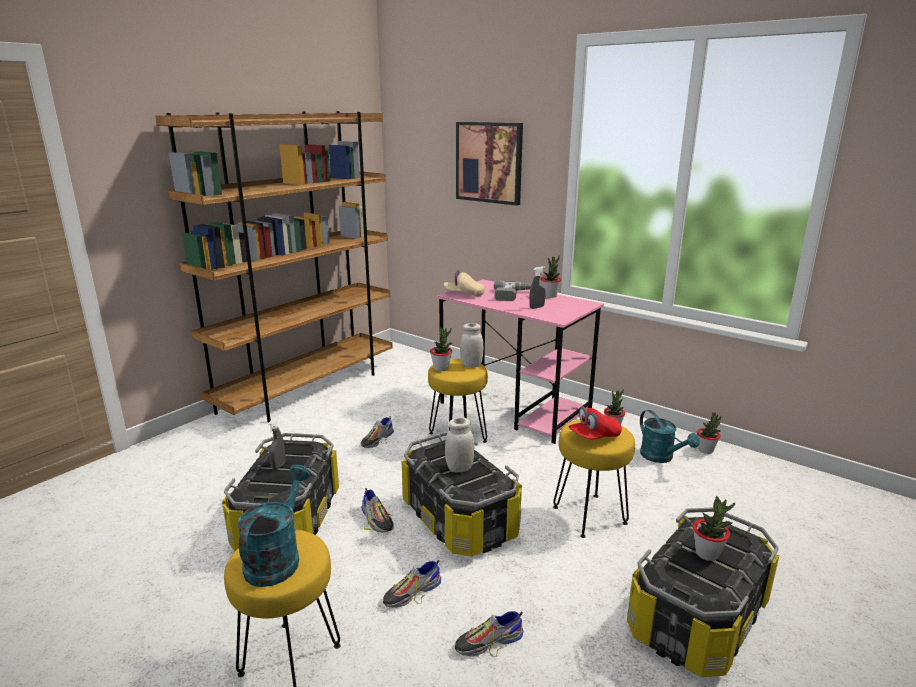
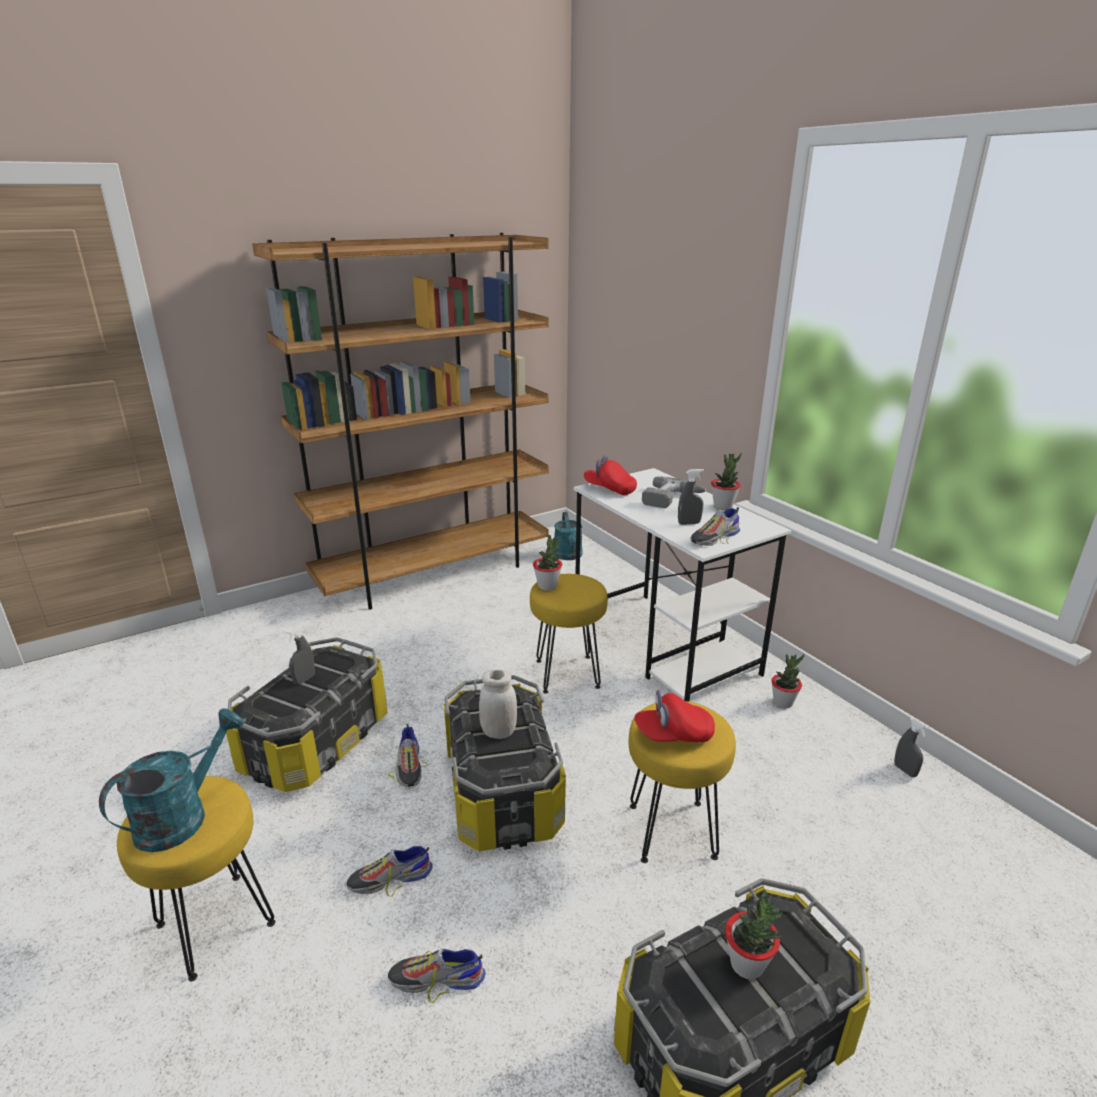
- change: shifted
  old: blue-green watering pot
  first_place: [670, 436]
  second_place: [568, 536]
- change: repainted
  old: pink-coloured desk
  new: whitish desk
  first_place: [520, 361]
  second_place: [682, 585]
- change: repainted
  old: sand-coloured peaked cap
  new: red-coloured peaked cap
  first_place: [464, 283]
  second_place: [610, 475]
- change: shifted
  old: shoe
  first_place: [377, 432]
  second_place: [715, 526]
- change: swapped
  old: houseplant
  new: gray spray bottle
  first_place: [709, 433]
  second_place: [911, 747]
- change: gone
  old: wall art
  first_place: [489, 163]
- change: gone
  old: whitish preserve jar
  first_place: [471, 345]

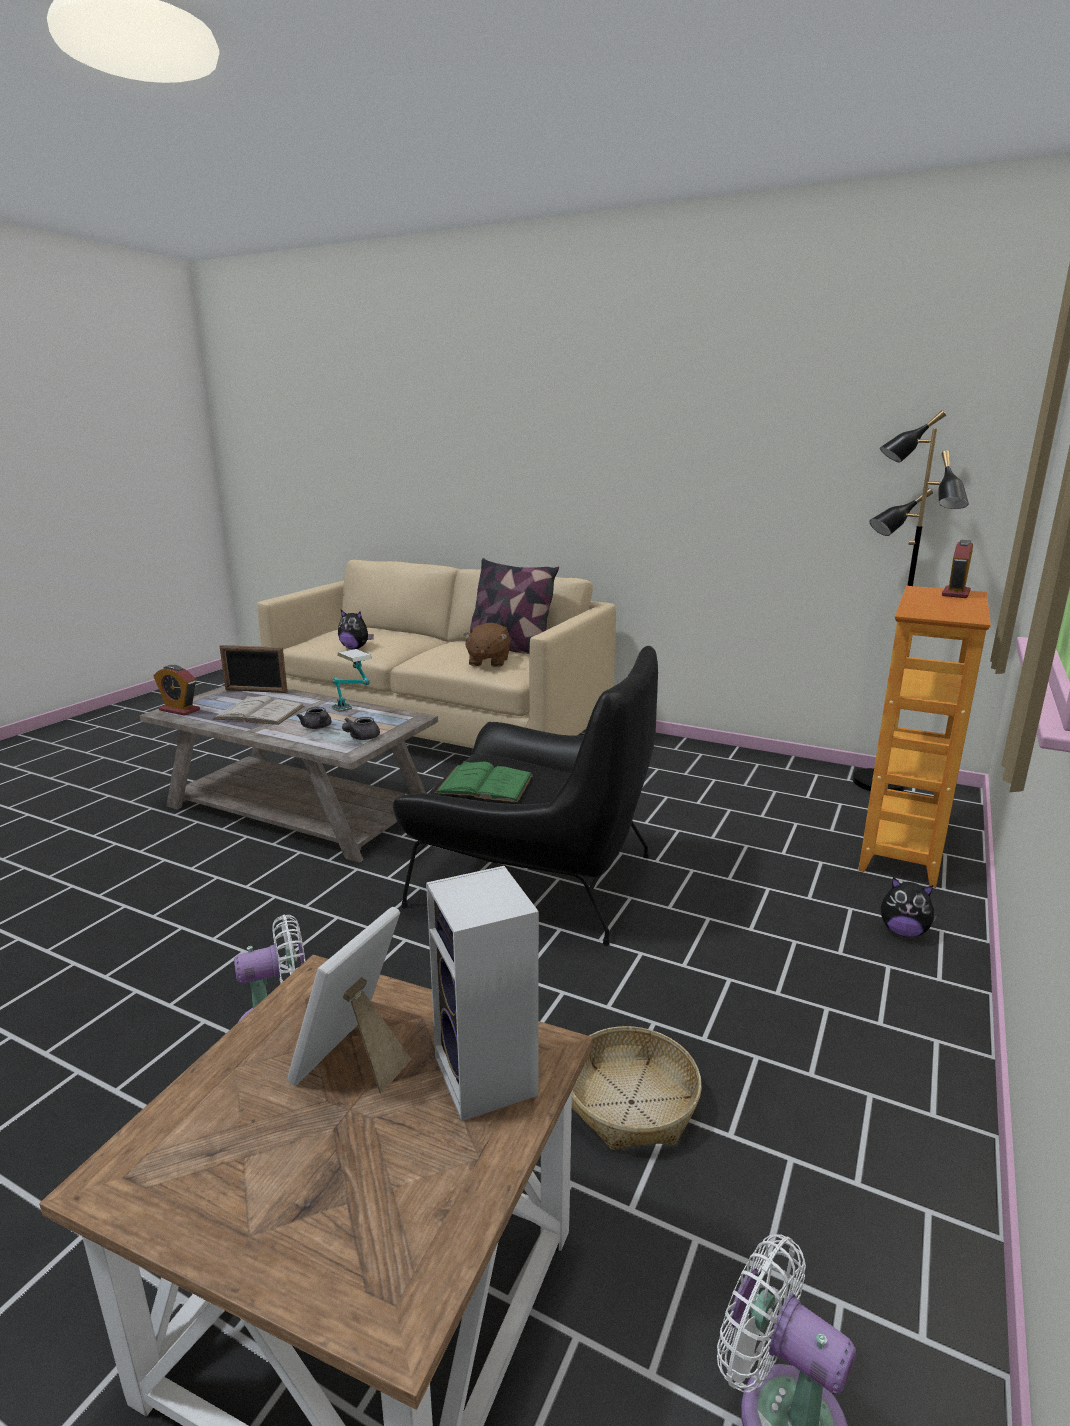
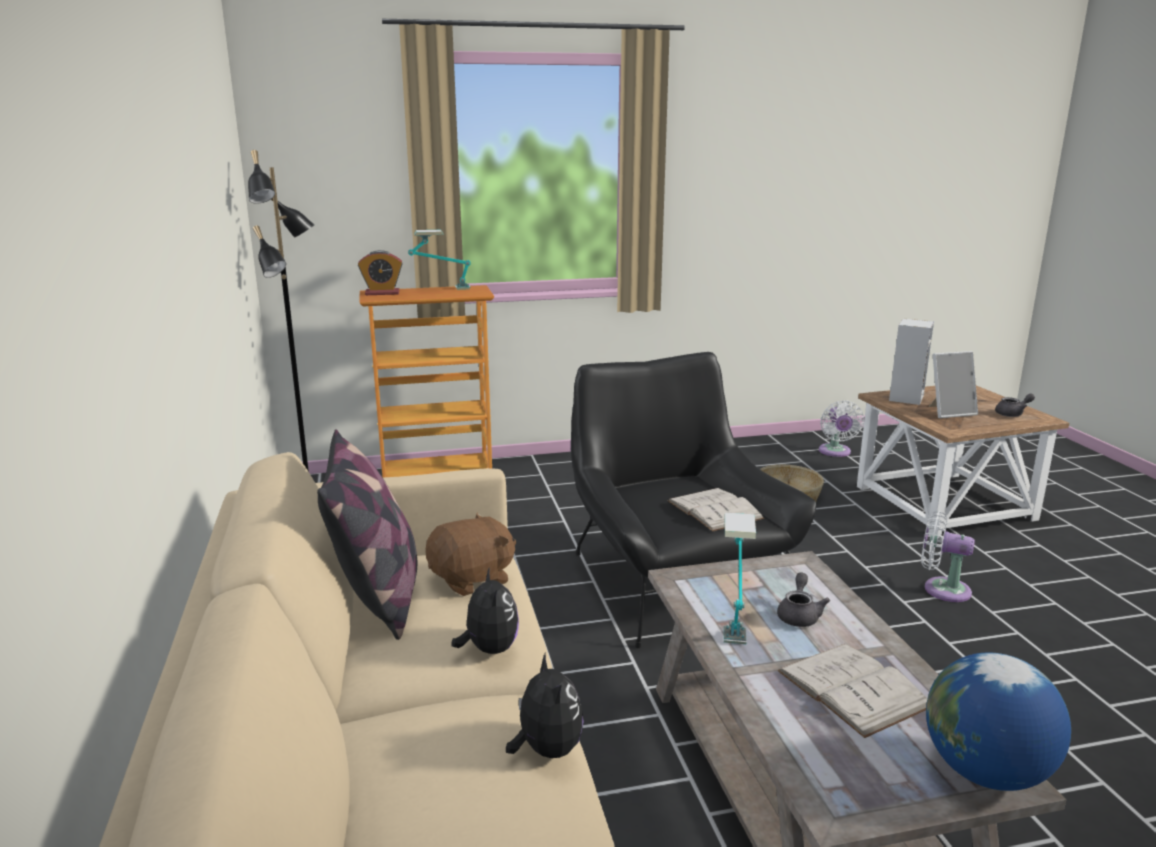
- change: new
  new: lamp for a table
  second_place: [439, 260]
- change: shifted
  old: plush toy
  first_place: [909, 907]
  second_place: [485, 610]
- change: repainted
  old: green-coloured bound book
  new: whitish bound book
  first_place: [483, 782]
  second_place: [716, 510]
- change: swapped
  old: alarm clock
  new: desk globe
  first_place: [177, 690]
  second_place: [998, 721]
- change: shifted
  old: gray teapot
  first_place: [361, 728]
  second_place: [1015, 405]
- change: gone
  old: standing frame
  first_place: [254, 669]

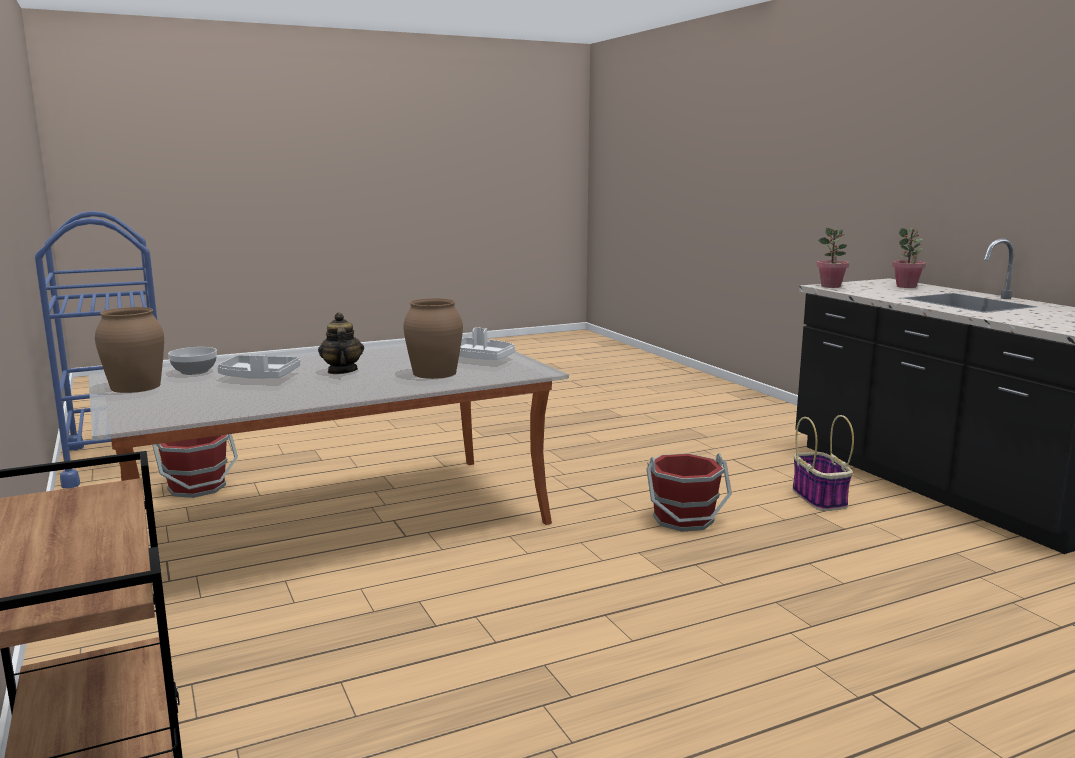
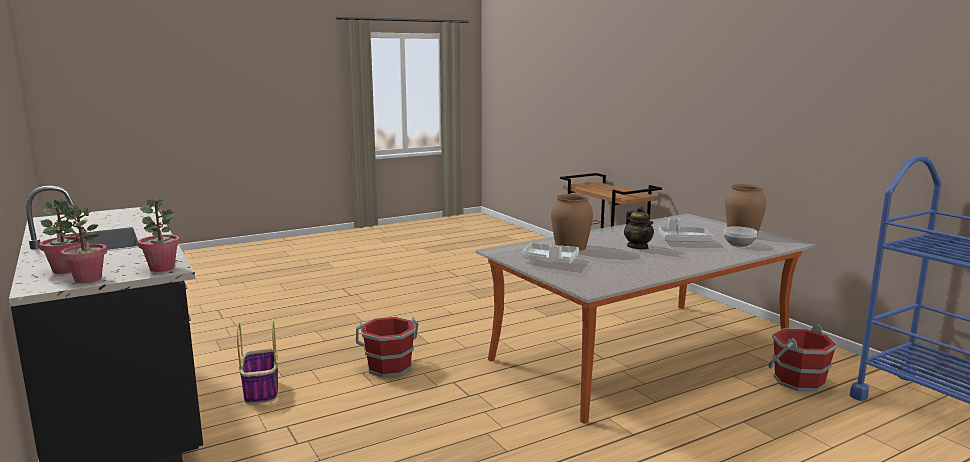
- change: new
  new: houseplant
  second_place: [81, 244]

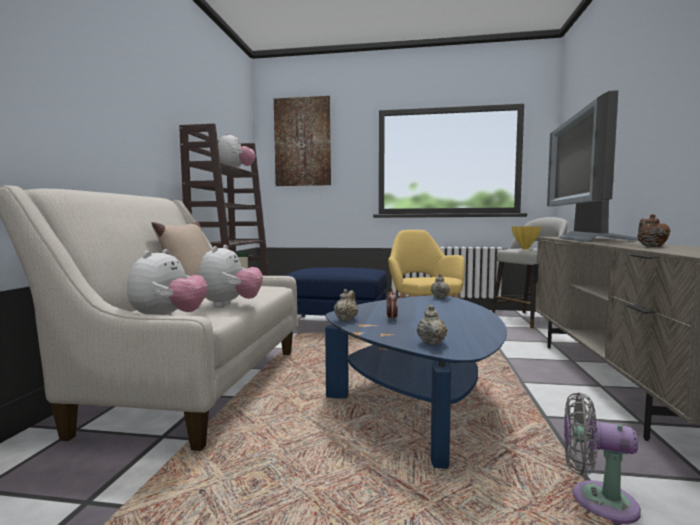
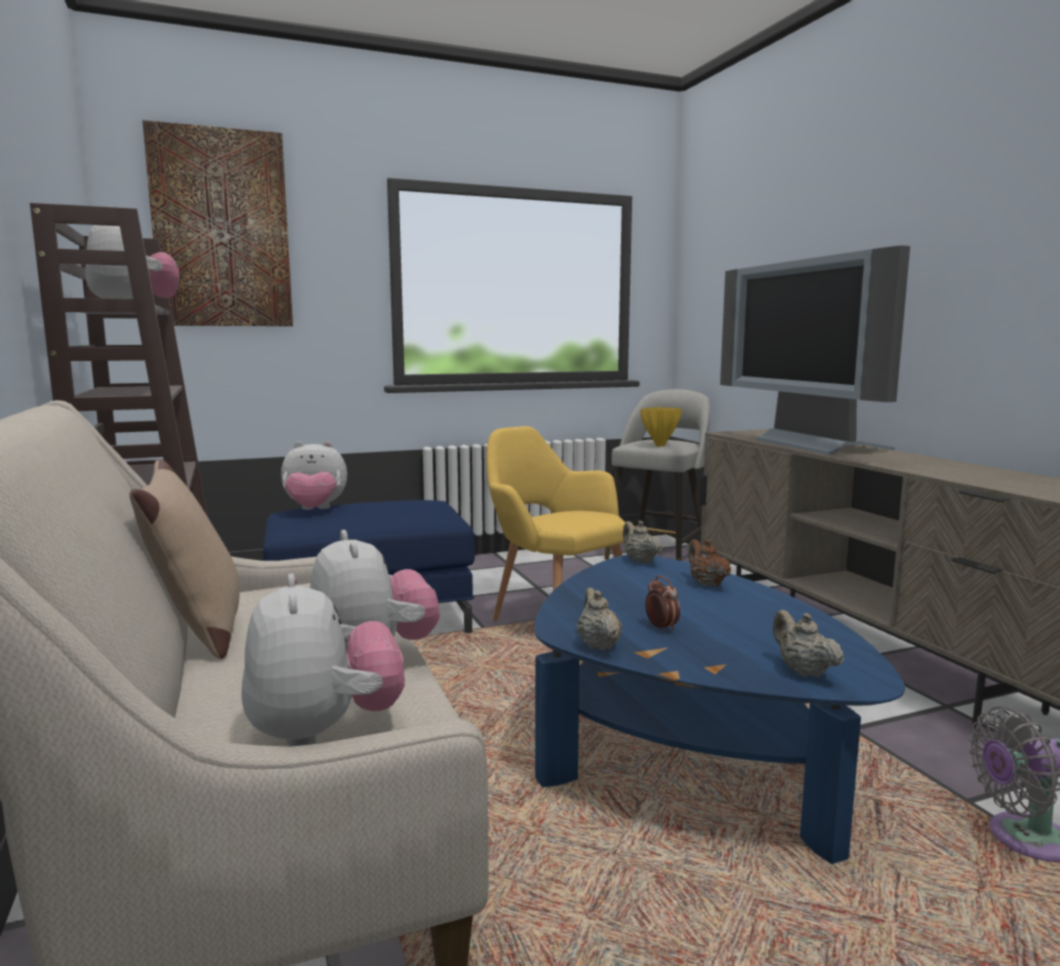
- change: new
  new: plush toy
  second_place: [314, 475]
- change: shifted
  old: brown teapot
  first_place: [654, 230]
  second_place: [709, 563]

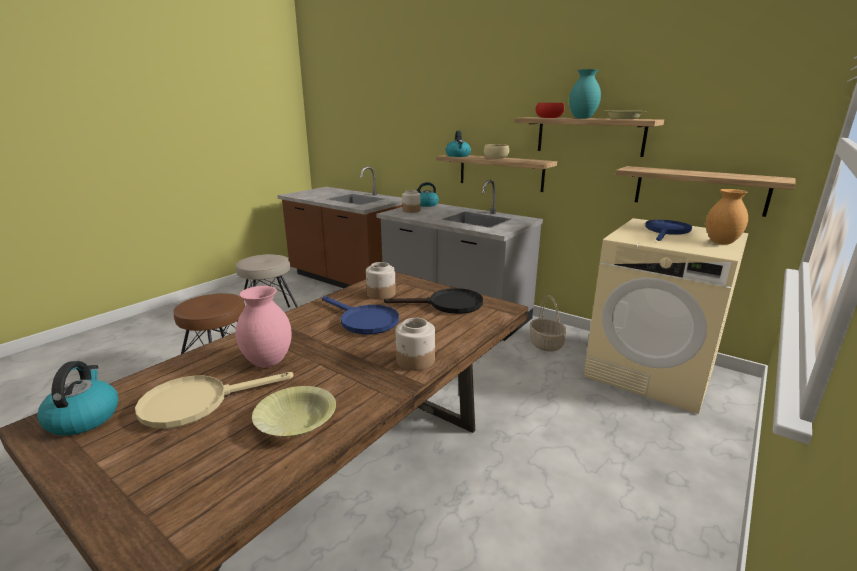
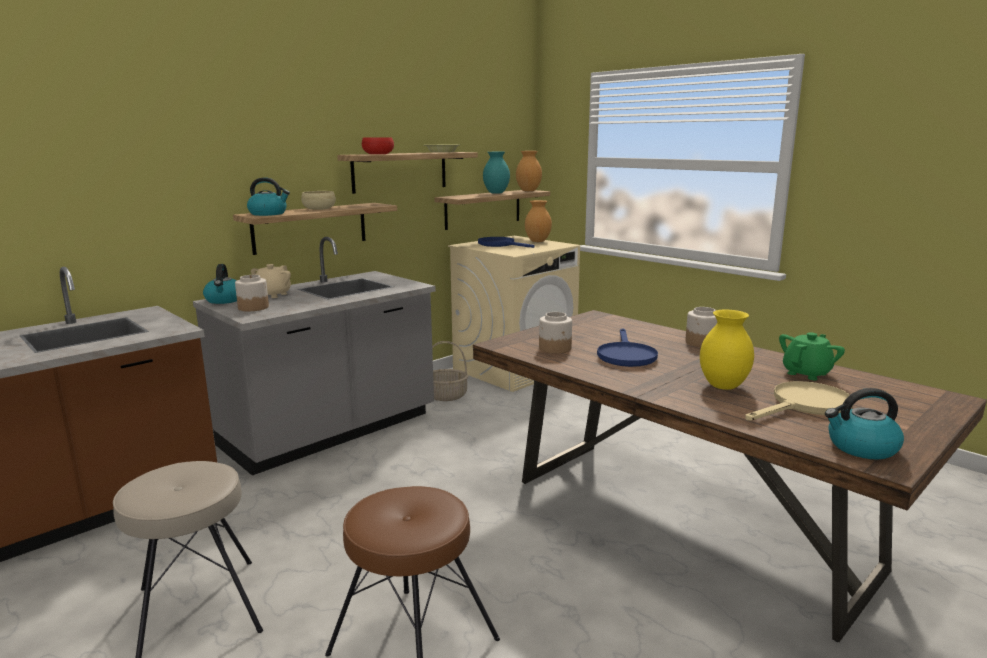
- change: new
  new: sand-coloured teapot
  second_place: [271, 281]
- change: shifted
  old: blue-green vase
  first_place: [585, 93]
  second_place: [496, 173]
- change: new
  new: brown vase
  second_place: [529, 171]
- change: rotated
  old: bluish pan
  first_place: [360, 315]
  second_place: [627, 347]
  degrees: 135
- change: repainted
  old: pink-coloured vase
  new: yellow-coloured vase
  first_place: [264, 326]
  second_place: [727, 350]
- change: rotated
  old: sand-coloured pan
  first_place: [214, 400]
  second_place: [799, 401]
  degrees: -105
- change: swapped
  old: yellow-coloured bowl
  new: green-coloured teapot
  first_place: [294, 411]
  second_place: [812, 356]
- change: gone
  old: black-coloured pan
  first_place: [433, 301]

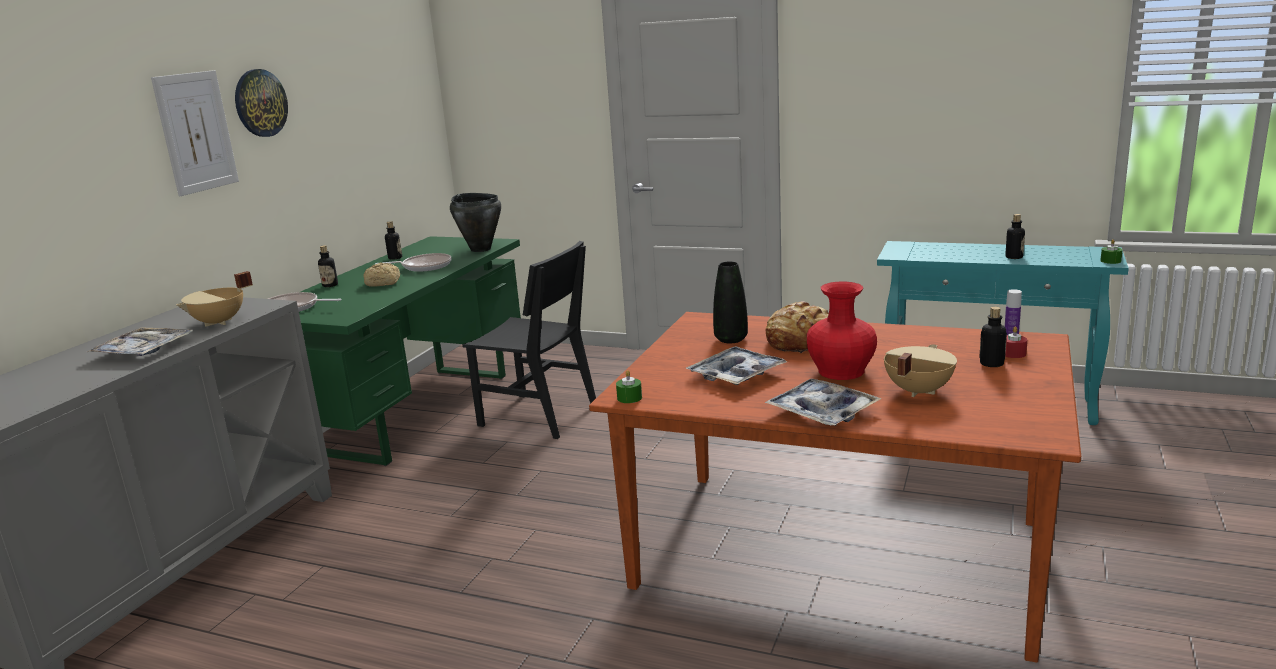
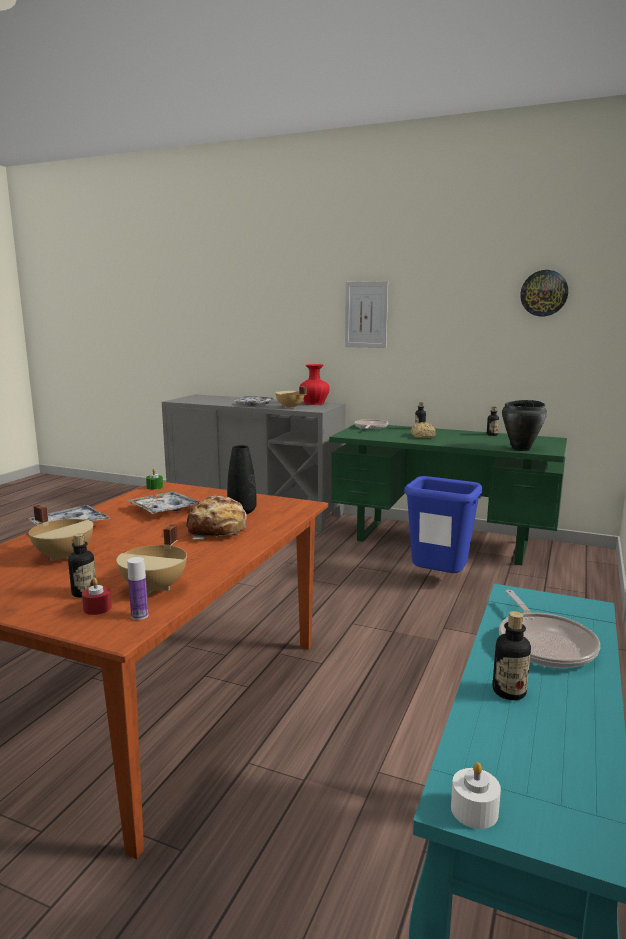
- change: new
  new: sand-coloured stockpot
  second_place: [151, 560]
- change: shifted
  old: red-coloured vase
  first_place: [842, 330]
  second_place: [314, 384]
- change: swapped
  old: black-coloured plain chair
  new: bluish waste bin
  first_place: [529, 340]
  second_place: [443, 524]
- change: repainted
  old: green-coloured candle
  new: whitish candle
  first_place: [1111, 251]
  second_place: [476, 795]
- change: shifted
  old: pan
  first_place: [413, 262]
  second_place: [549, 629]
- change: shifted
  old: clock on the wall
  first_place: [261, 103]
  second_place: [544, 293]

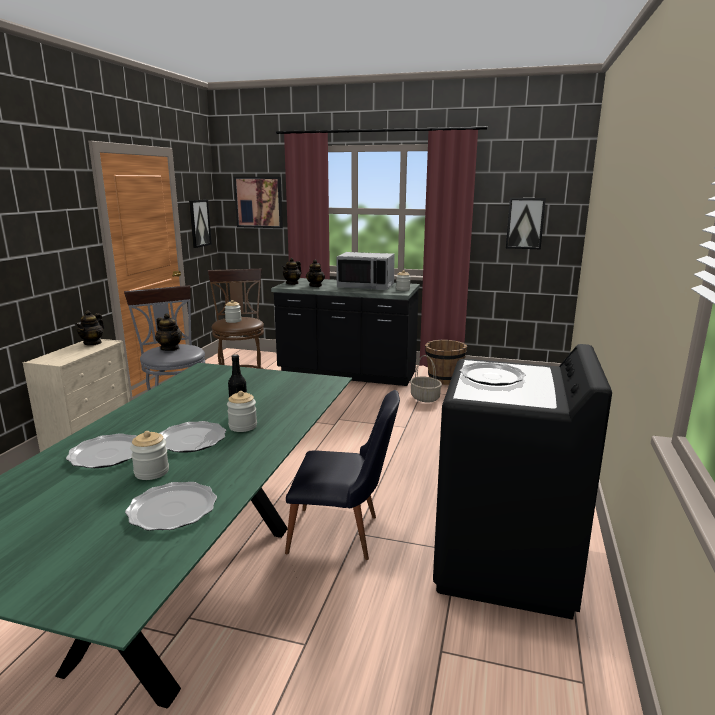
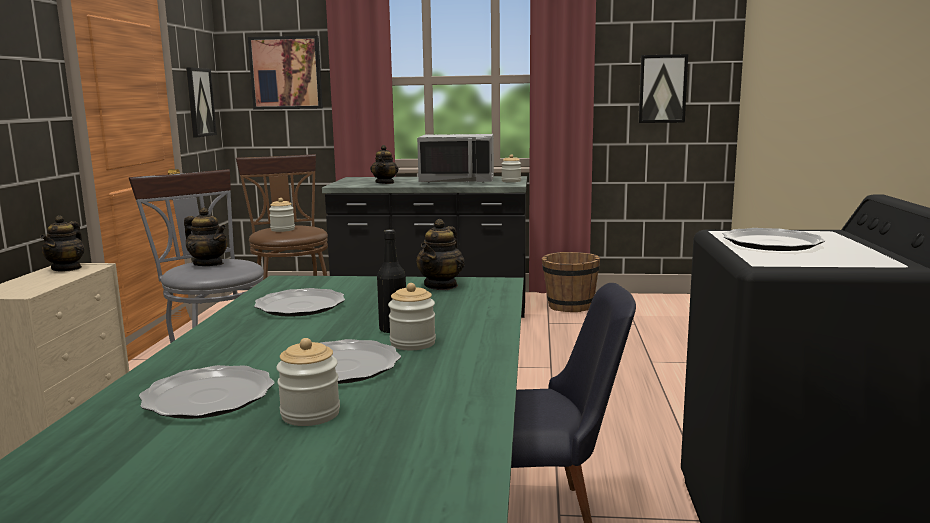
- change: shifted
  old: dinner plate
  first_place: [171, 506]
  second_place: [299, 302]
- change: shifted
  old: teapot
  first_place: [292, 271]
  second_place: [440, 254]
- change: gone
  old: storage basket
  first_place: [426, 378]

